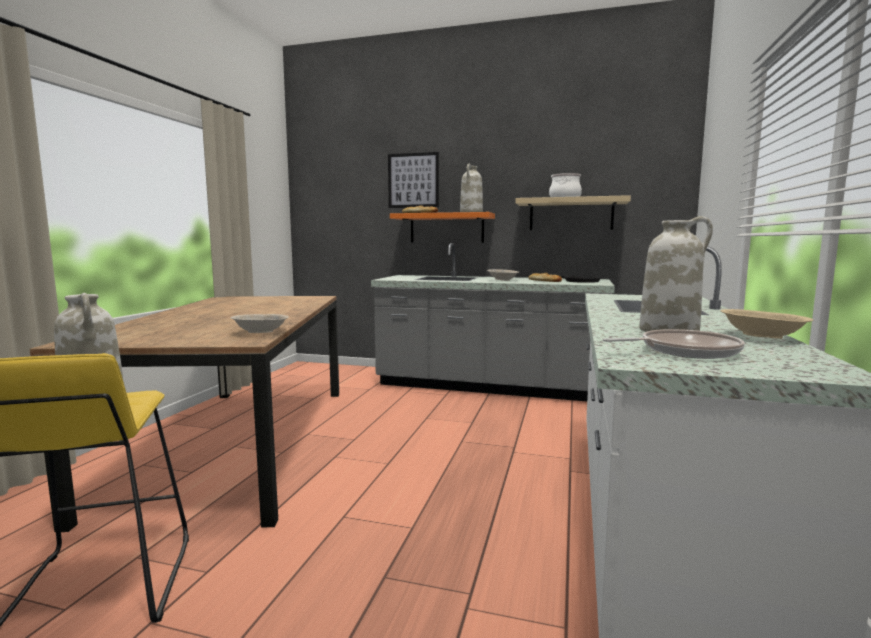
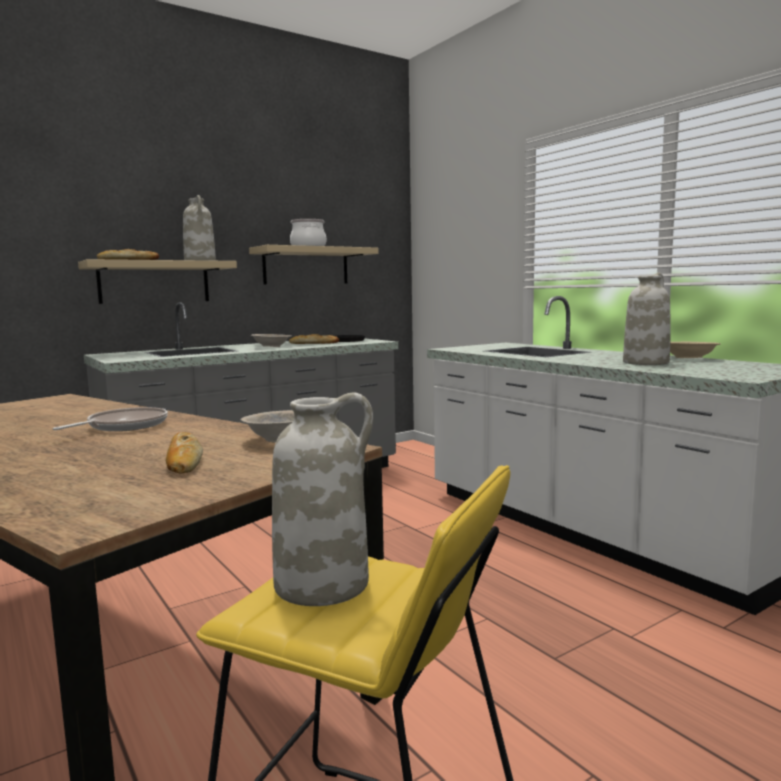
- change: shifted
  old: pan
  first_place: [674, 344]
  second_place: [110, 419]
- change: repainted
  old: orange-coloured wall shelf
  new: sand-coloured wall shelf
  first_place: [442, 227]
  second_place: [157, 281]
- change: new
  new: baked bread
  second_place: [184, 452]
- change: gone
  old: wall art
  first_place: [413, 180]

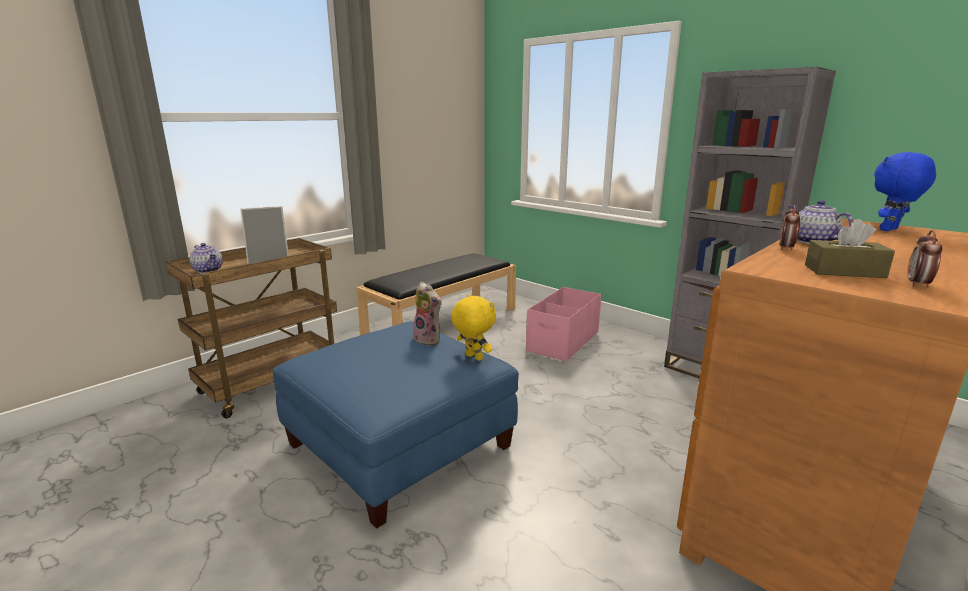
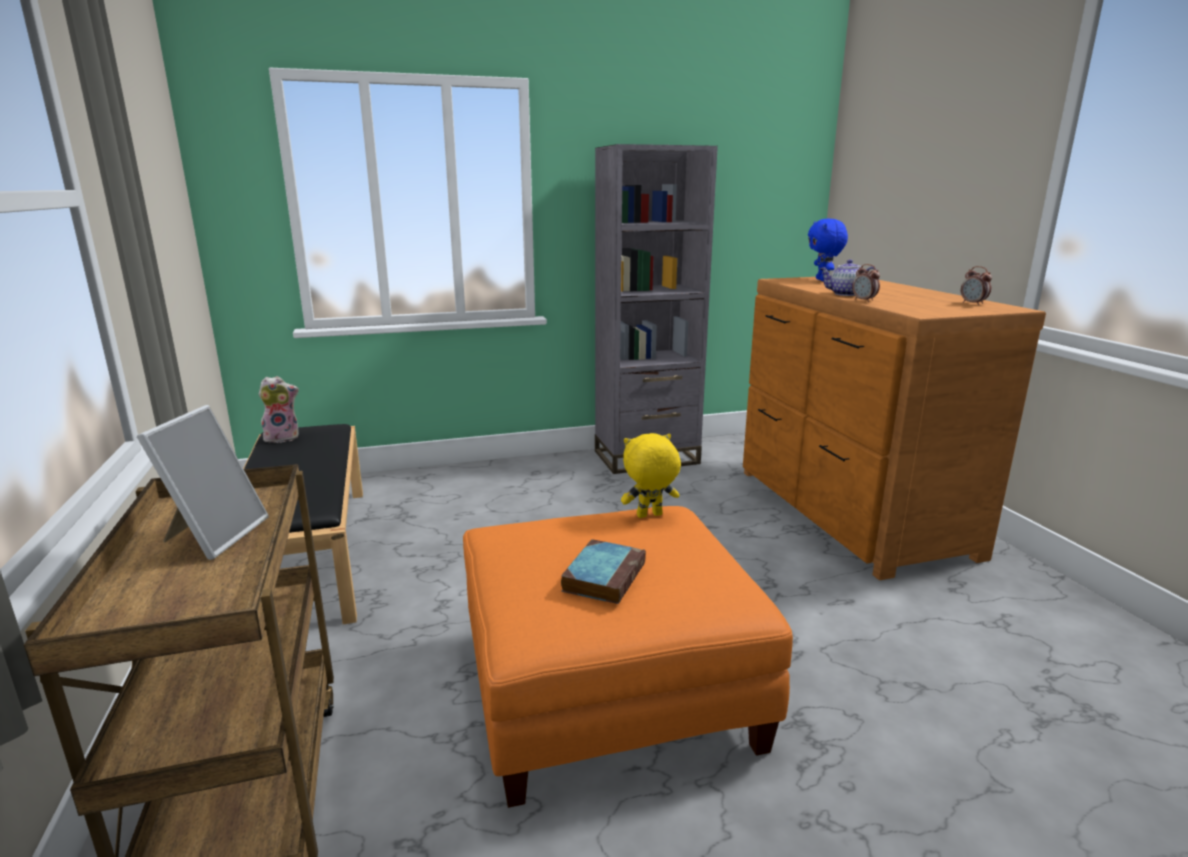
- change: shifted
  old: plush toy
  first_place: [427, 314]
  second_place: [278, 409]
- change: repainted
  old: bluish ottoman
  new: orange-coloured ottoman
  first_place: [396, 425]
  second_place: [628, 657]
- change: new
  new: bound book
  second_place: [603, 571]
- change: gone
  old: teapot
  first_place: [206, 258]
- change: gone
  old: pink-coloured storage box
  first_place: [563, 324]
- change: gone
  old: brown tissue box
  first_place: [850, 248]

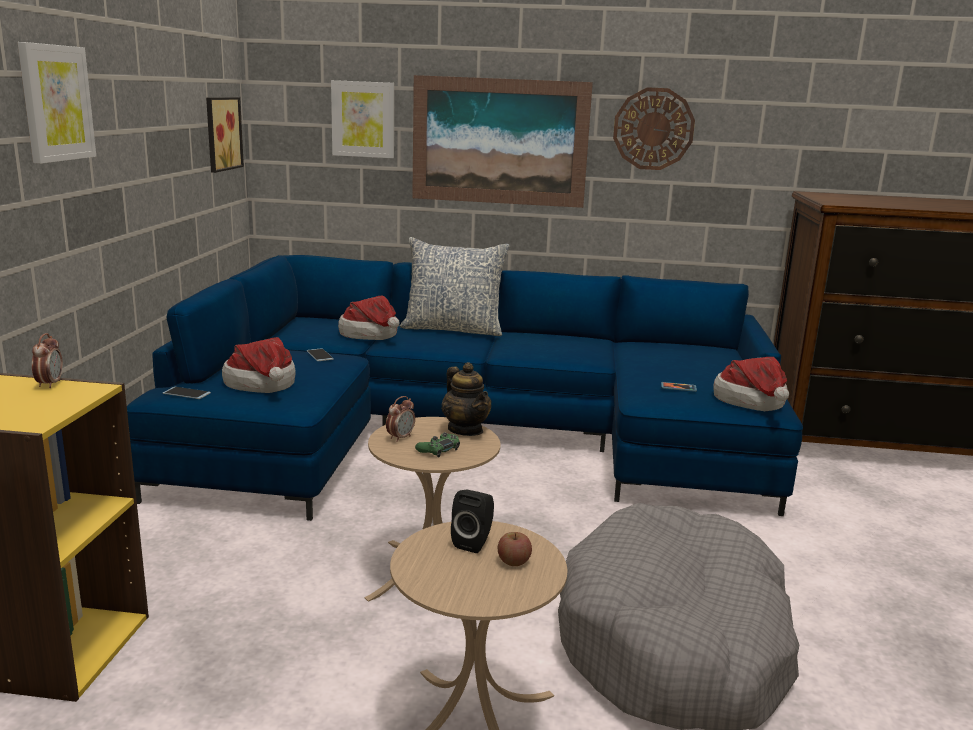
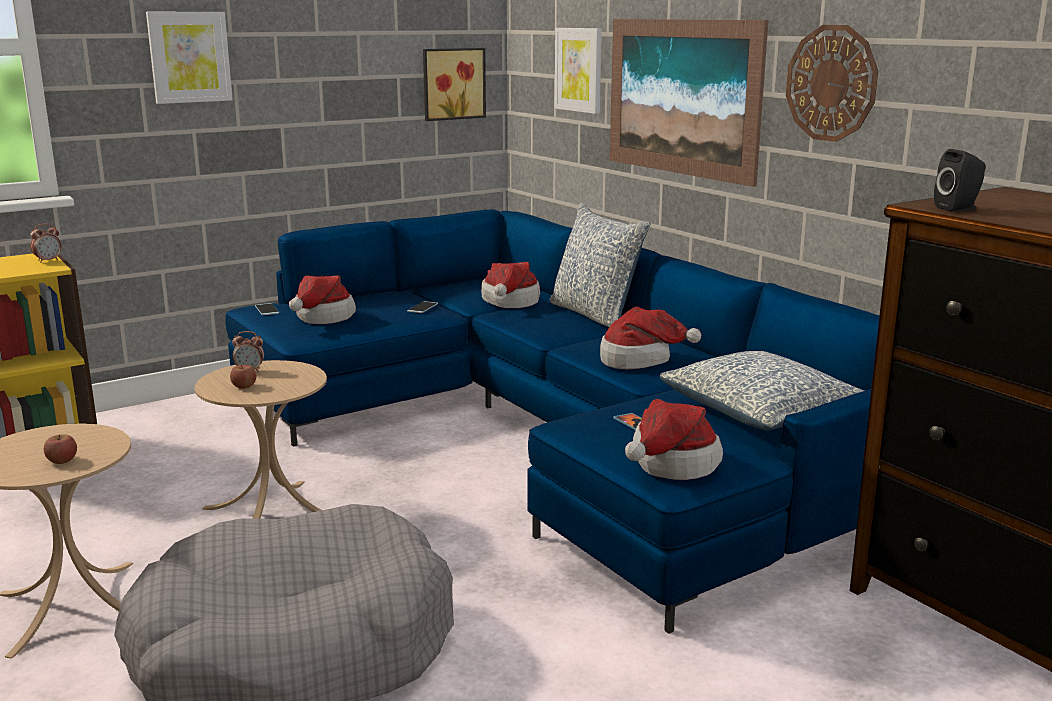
- change: swapped
  old: green-coloured joypad
  new: whole apple
  first_place: [437, 444]
  second_place: [243, 377]
- change: new
  new: hat
  second_place: [650, 338]
- change: new
  new: throw pillow
  second_place: [761, 390]
- change: shifted
  old: black-coloured audio speaker
  first_place: [472, 521]
  second_place: [960, 180]
- change: gone
  old: teapot
  first_place: [466, 399]

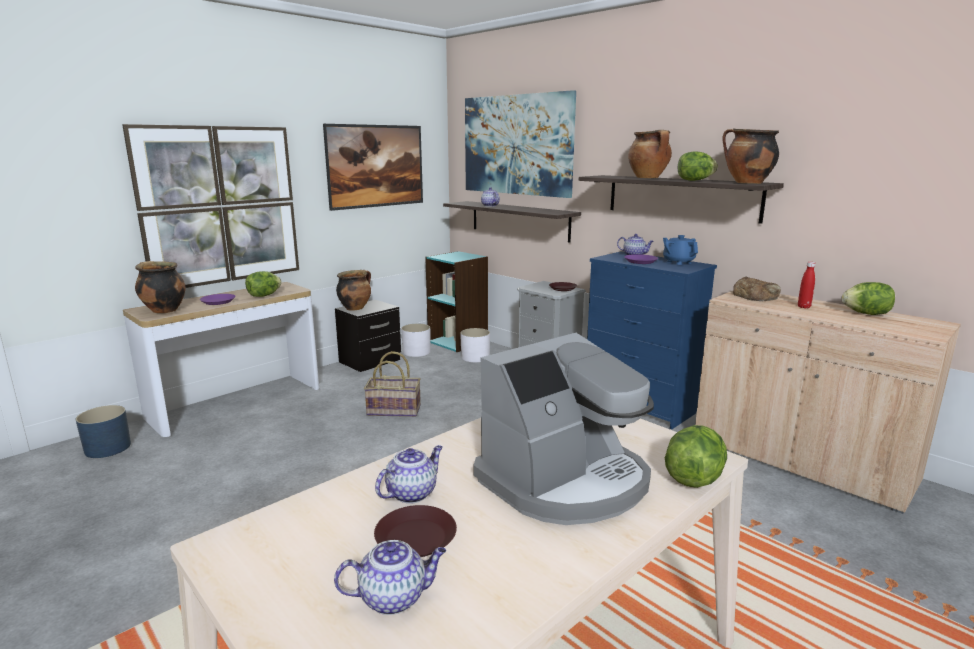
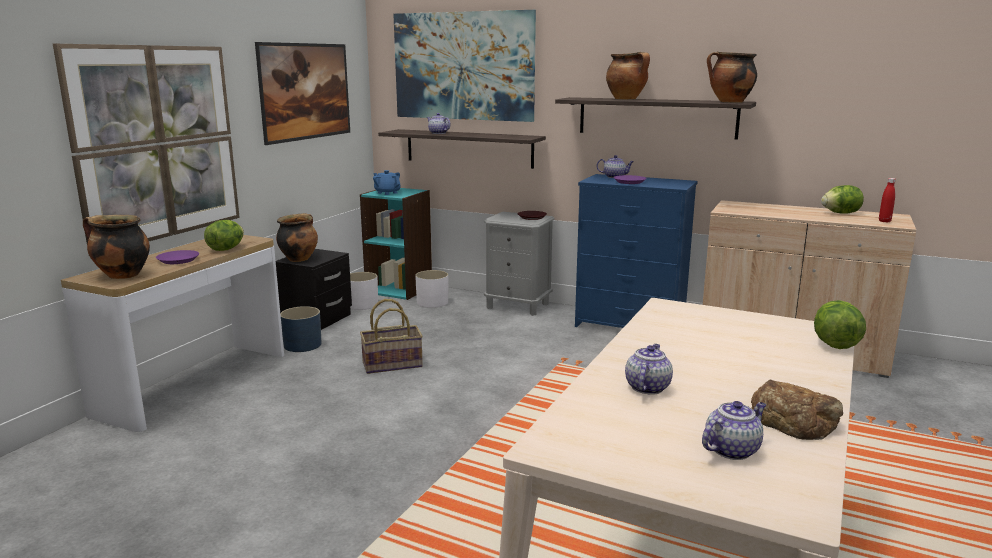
- change: shifted
  old: bluish planter
  first_place: [103, 431]
  second_place: [300, 329]
- change: shifted
  old: bluish teapot
  first_place: [680, 250]
  second_place: [387, 182]
- change: shifted
  old: baked bread
  first_place: [757, 289]
  second_place: [797, 409]
- change: shifted
  old: red-coloured bottle
  first_place: [806, 285]
  second_place: [887, 200]
- change: gone
  old: brown dinner plate
  first_place: [415, 531]
- change: gone
  old: coffee brewer
  first_place: [563, 429]
- change: gone
  old: head of lettuce
  first_place: [698, 166]

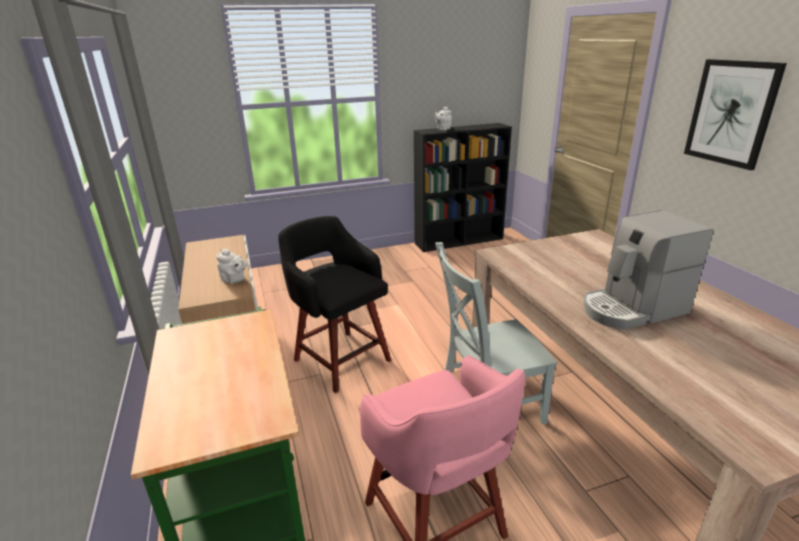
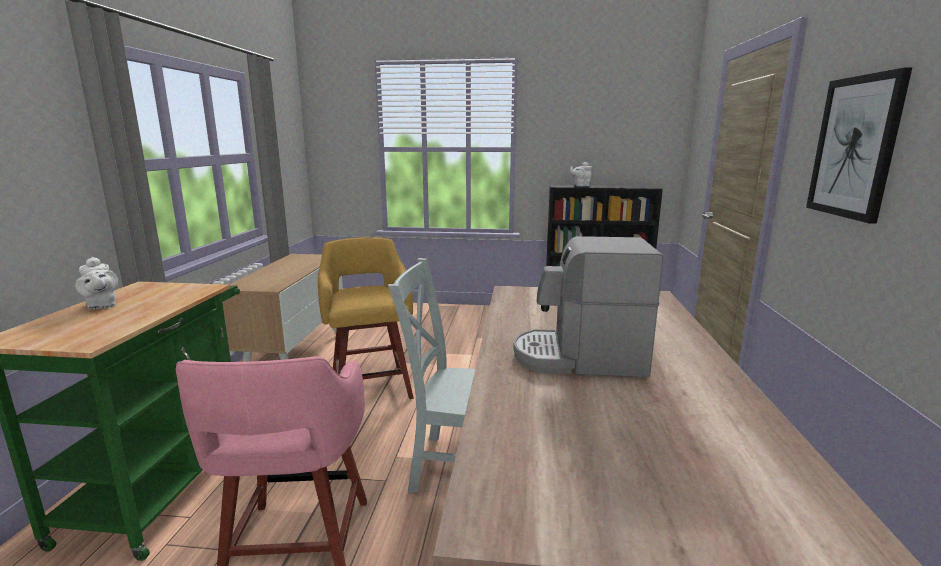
- change: shifted
  old: whitish teapot
  first_place: [231, 266]
  second_place: [96, 283]
- change: repainted
  old: black-coloured sitting stool
  new: yellow-coloured sitting stool
  first_place: [334, 304]
  second_place: [366, 318]

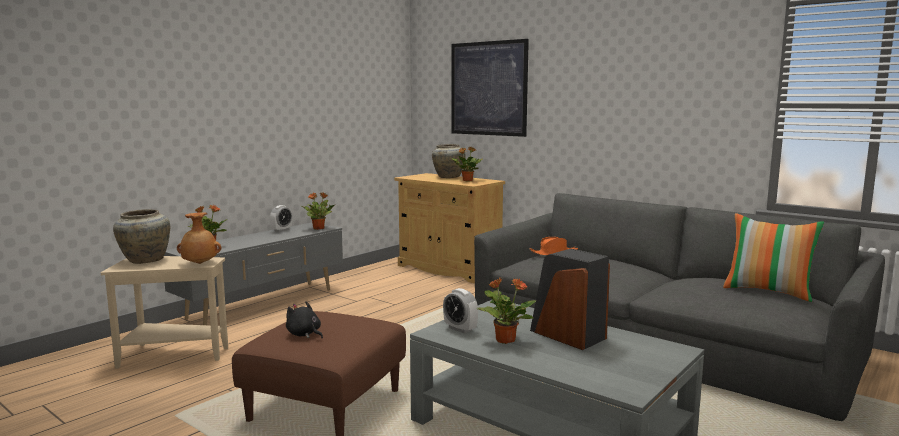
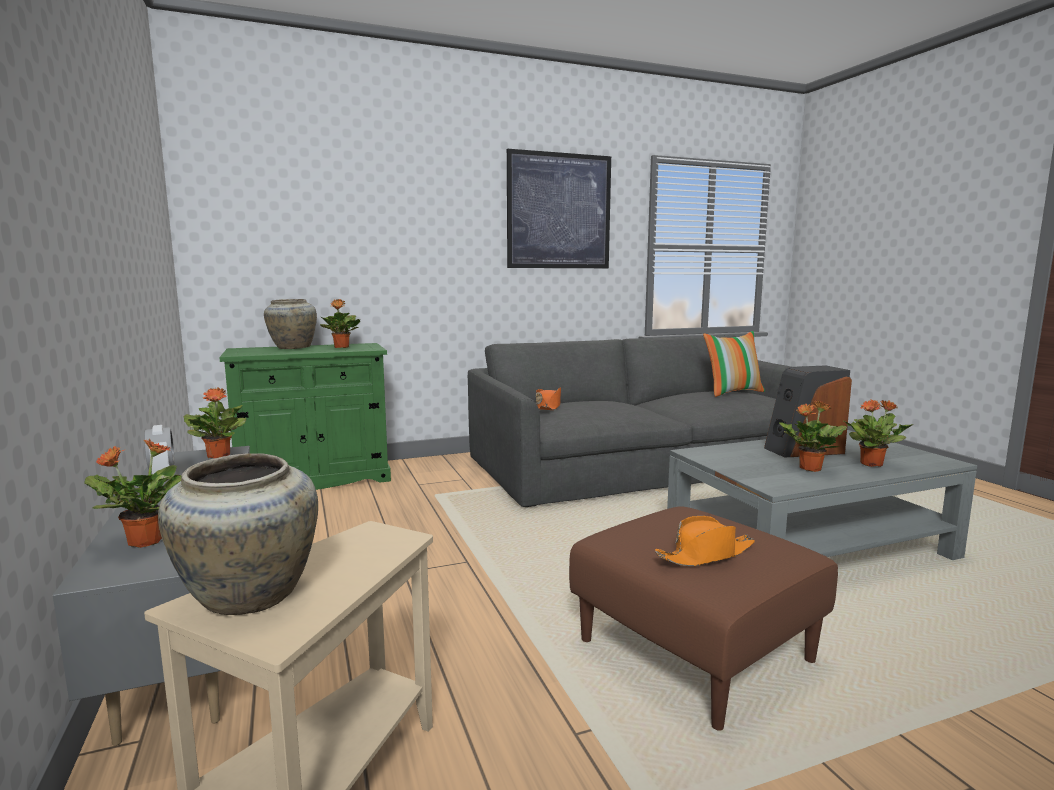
- change: repainted
  old: sand-coloured cabinet
  new: green-coloured cabinet
  first_place: [449, 228]
  second_place: [305, 416]
- change: shifted
  old: wall art
  first_place: [490, 88]
  second_place: [559, 208]
- change: swapped
  old: black-coloured plush toy
  new: orange-coloured hat
  first_place: [304, 319]
  second_place: [705, 541]
- change: new
  new: houseplant
  second_place: [878, 433]
- change: gone
  old: brown vase
  first_place: [199, 238]
- change: gone
  old: alarm clock
  first_place: [460, 311]

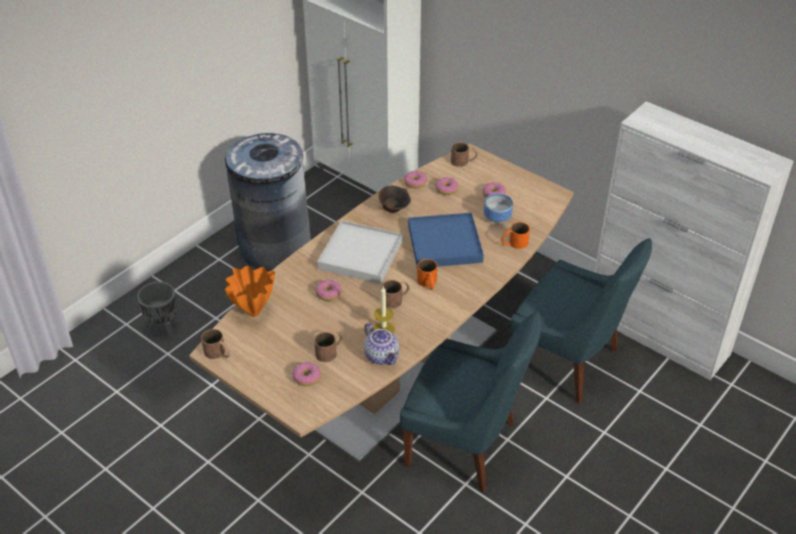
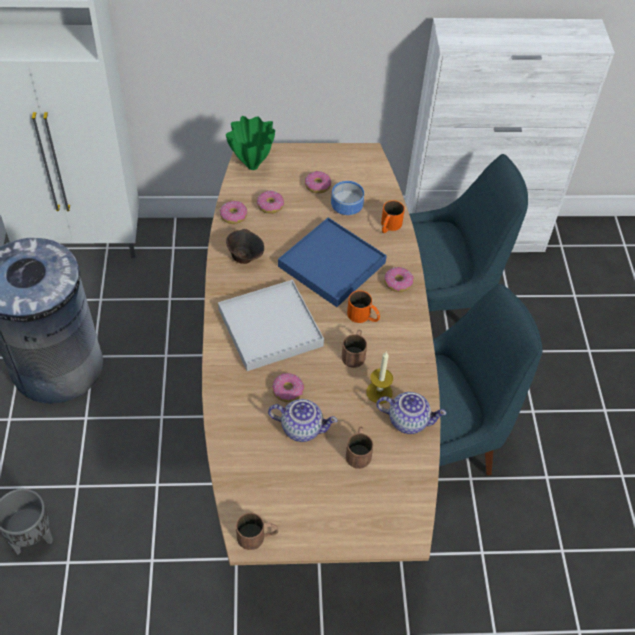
- change: swapped
  old: brown mug
  new: green-coloured vase
  first_place: [464, 154]
  second_place: [250, 143]
- change: new
  new: teapot
  second_place: [303, 420]
- change: shifted
  old: donut
  first_place: [306, 374]
  second_place: [399, 279]
- change: gone
  old: orange-coloured vase
  first_place: [250, 291]

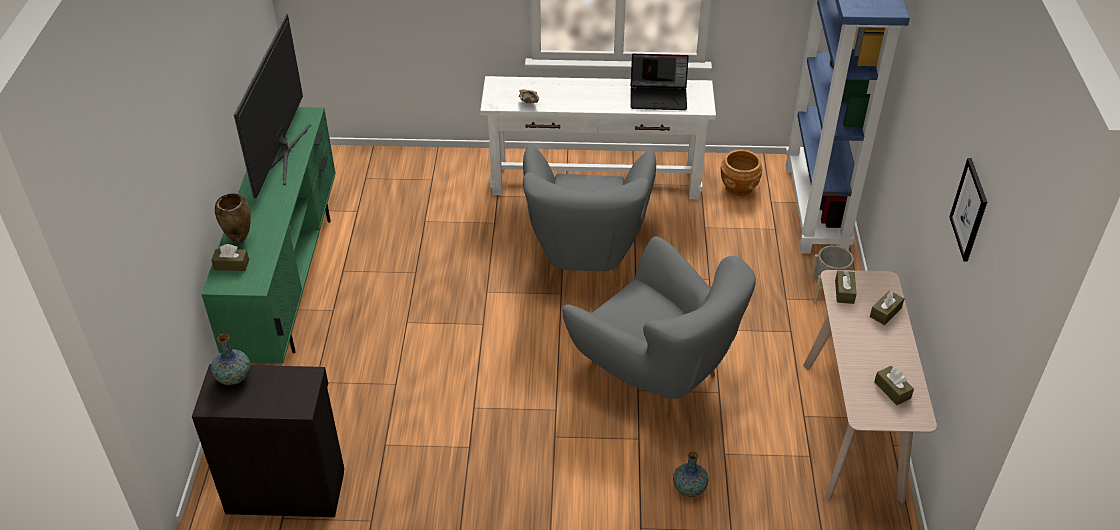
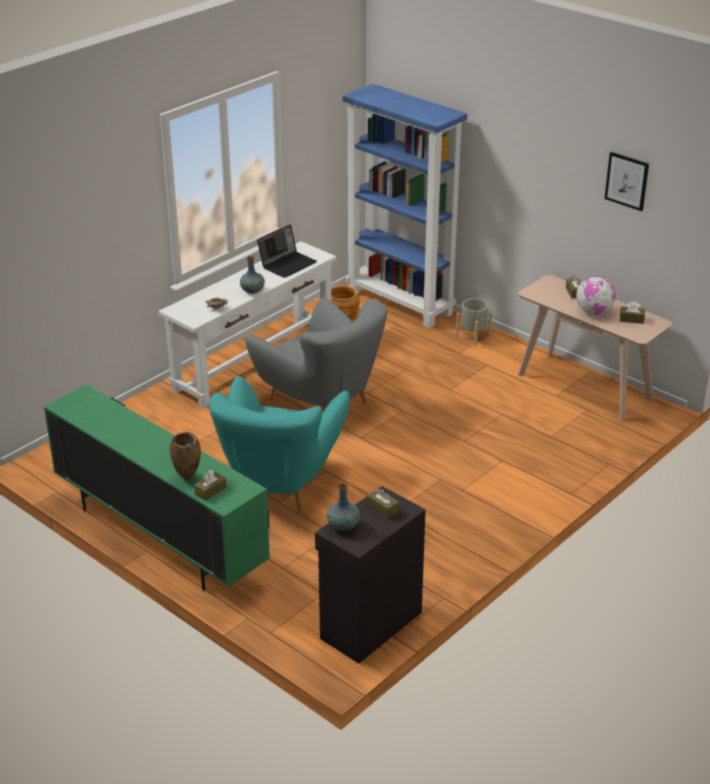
- change: new
  new: blue-green lounge chair
  second_place: [279, 444]
- change: shifted
  old: vase
  first_place: [690, 474]
  second_place: [252, 275]
- change: shifted
  old: brown tissue box
  first_place: [846, 287]
  second_place: [383, 504]
- change: new
  new: desk globe
  second_place: [596, 295]
- change: gone
  old: TV
  first_place: [272, 106]
- change: gone
  old: gray lounge chair
  first_place: [659, 328]

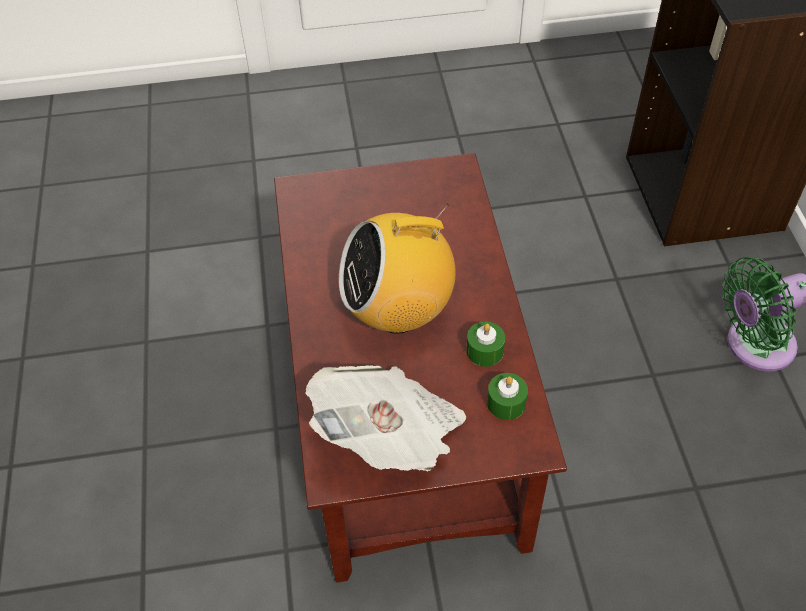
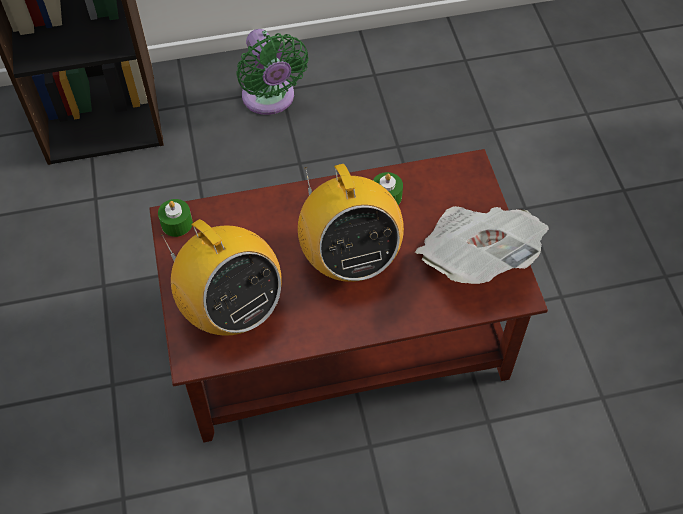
- change: shifted
  old: green-coloured candle
  first_place: [507, 396]
  second_place: [175, 218]
- change: new
  new: radio
  second_place: [221, 277]

